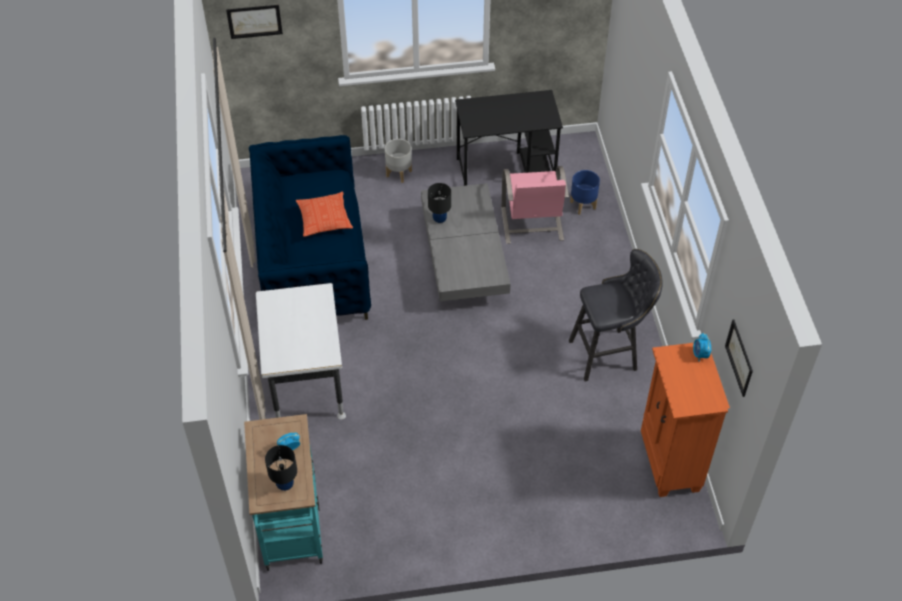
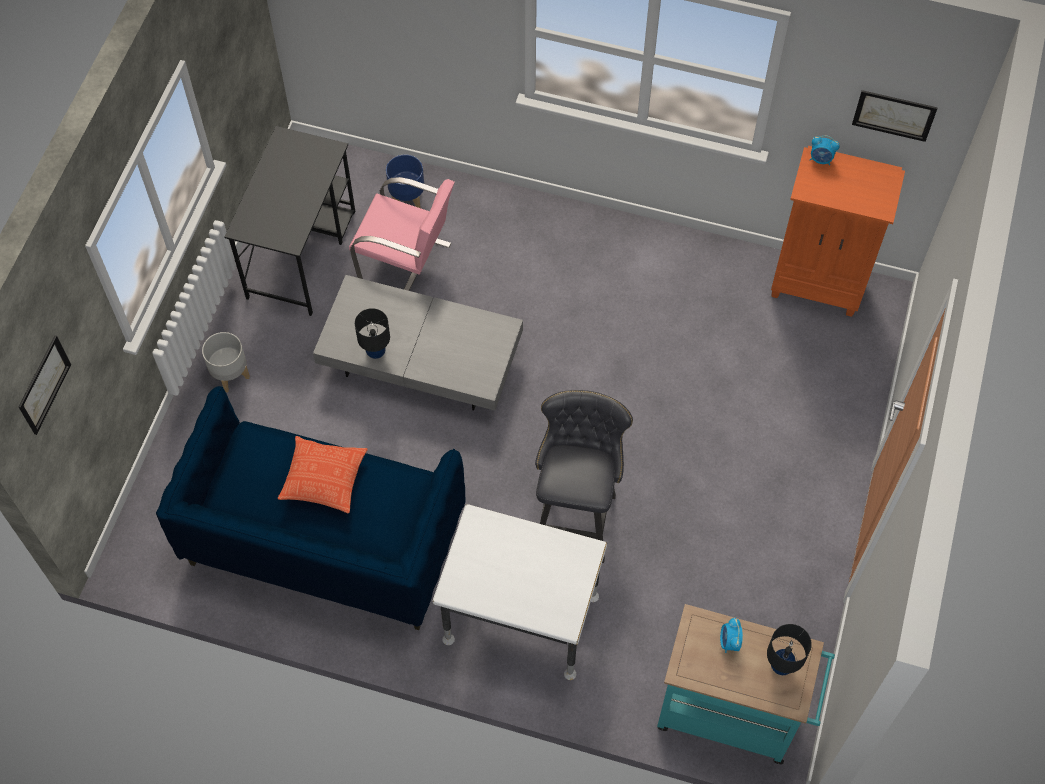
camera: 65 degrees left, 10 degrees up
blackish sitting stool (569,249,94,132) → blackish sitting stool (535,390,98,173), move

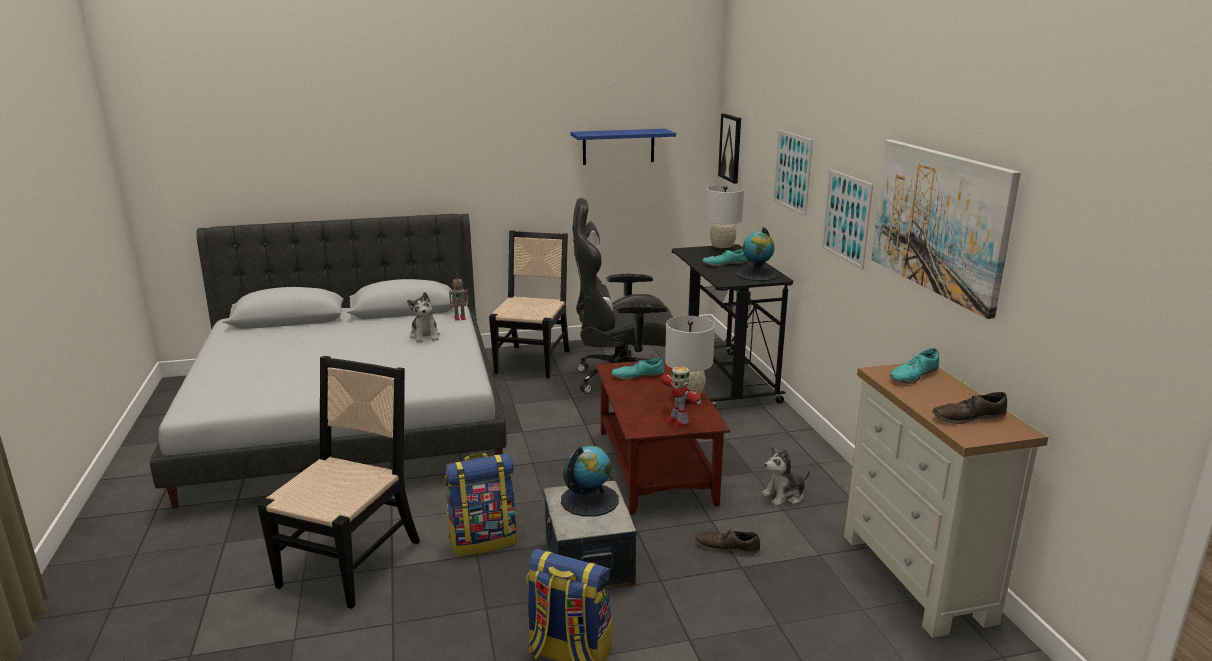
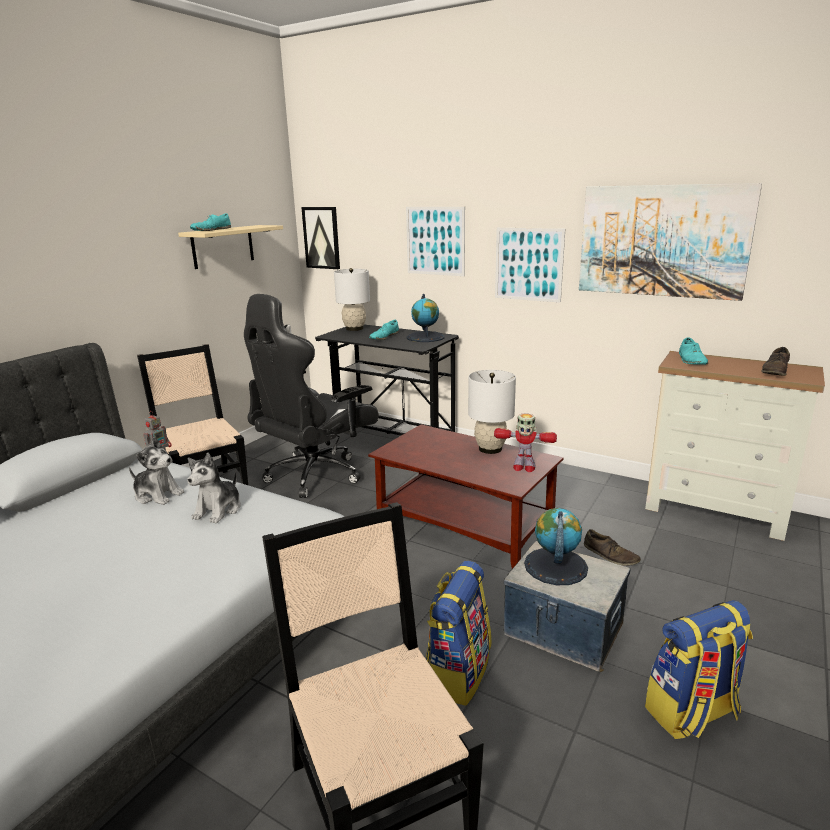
camera: 45 degrees left, 0 degrees up
blue-coloured wall shelf (571,129,105,36) → sand-coloured wall shelf (178,225,105,44)
turquoise low shoe (611,358,53,22) → turquoise low shoe (190,213,41,18), move
plush toy (761,446,49,60) → plush toy (187,453,54,70), move
brown low shoe (695,531,65,23) → brown low shoe (584,529,57,37), 105 degrees counterclockwise

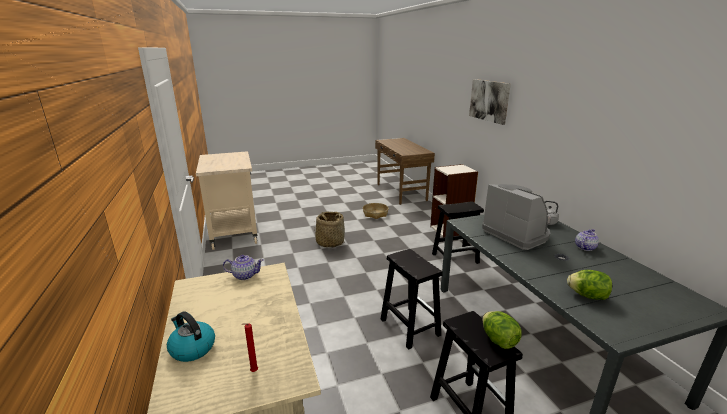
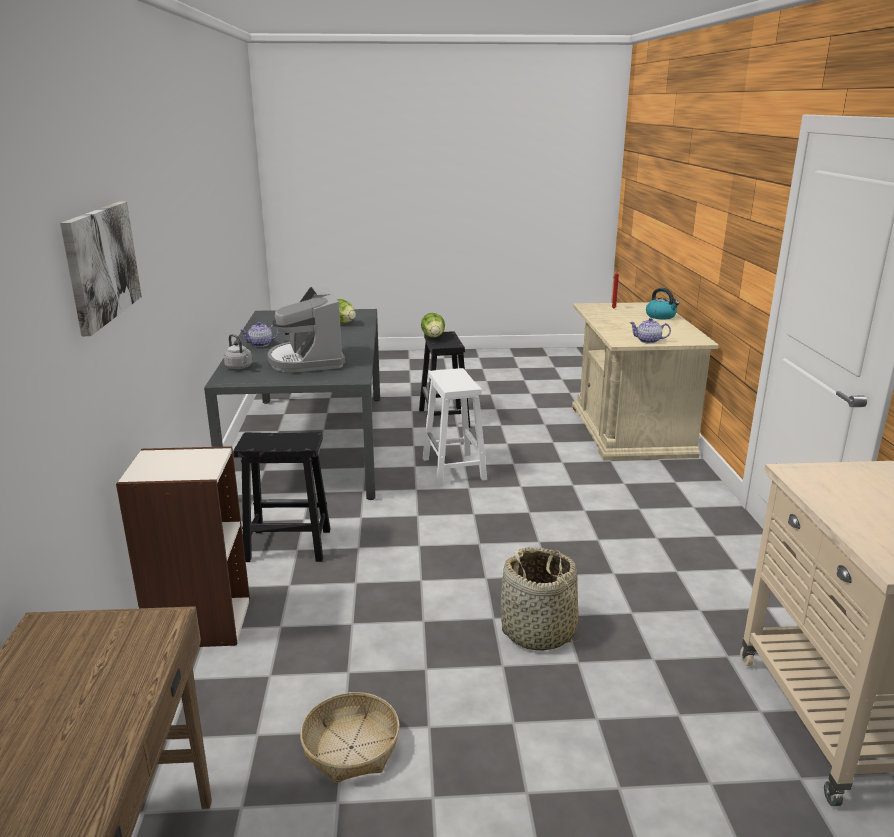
camera: 165 degrees left, 0 degrees up
blackish sitting stool (380,249,63,101) → white sitting stool (423,368,64,118)

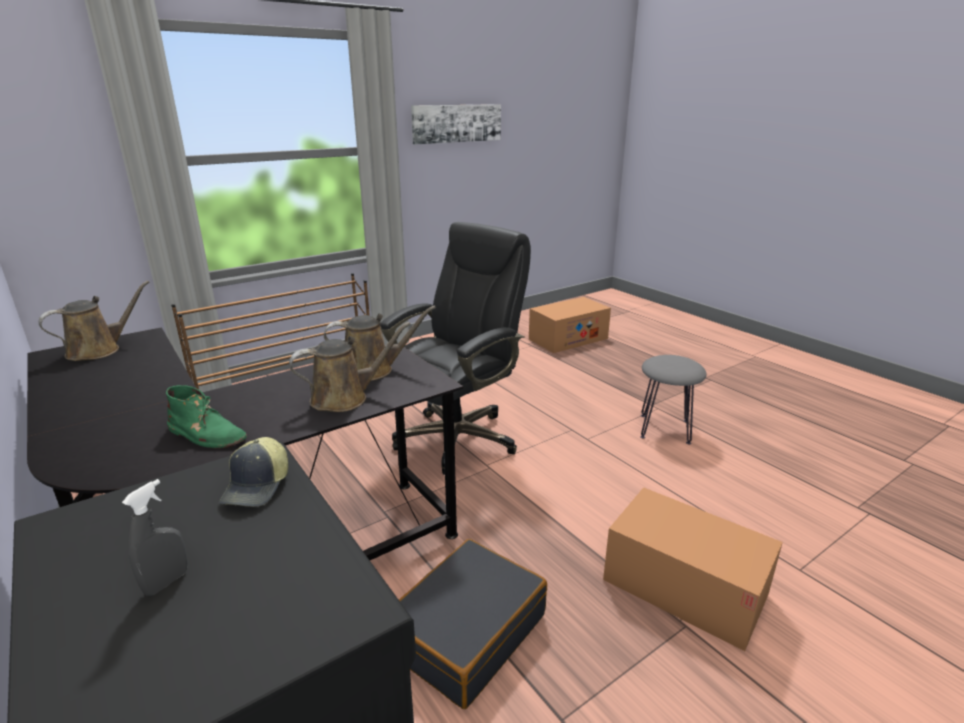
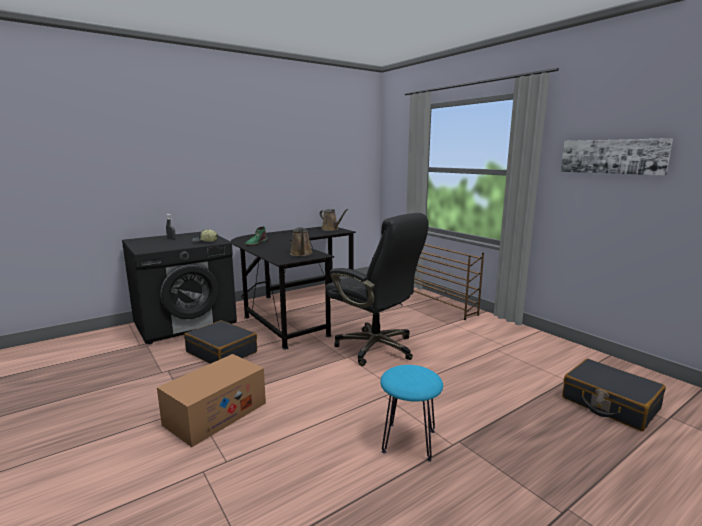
camera: 90 degrees right, 10 degrees down
carton (529,297,82,56) → blackish travel case (562,359,104,72)
brown watering pot (289,322,121,90) → -
greyish sitting stool (640,355,67,89) → turquoise sitting stool (380,365,63,97)

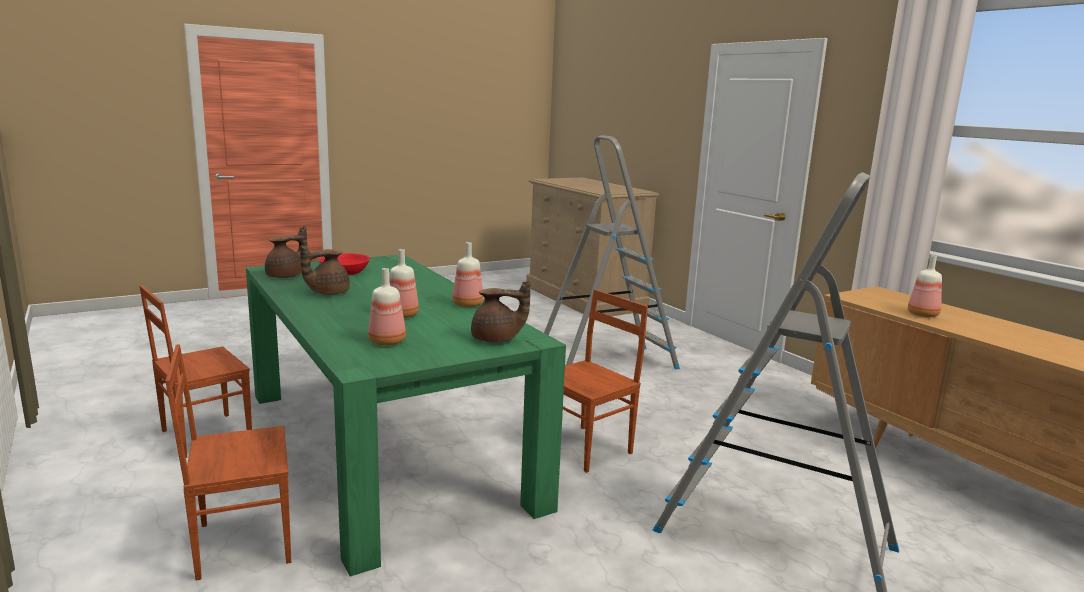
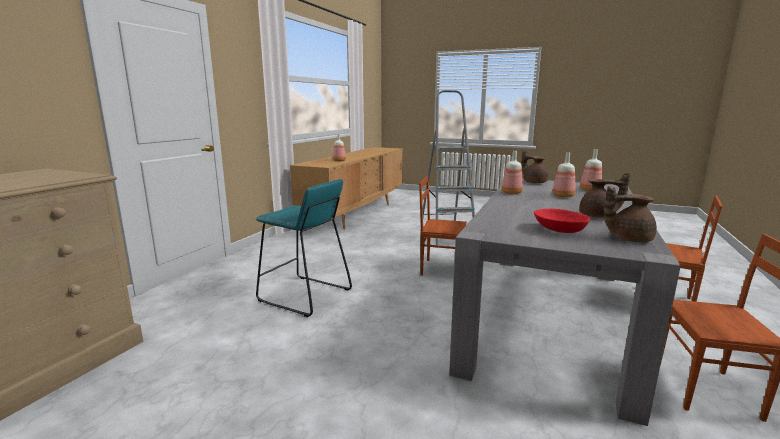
camera: 125 degrees left, 0 degrees up
greyish stepladder (544,135,136,234) → turquoise sitting stool (256,179,96,138)
green dining table (246,255,320,321) → greyish dining table (449,178,232,248)

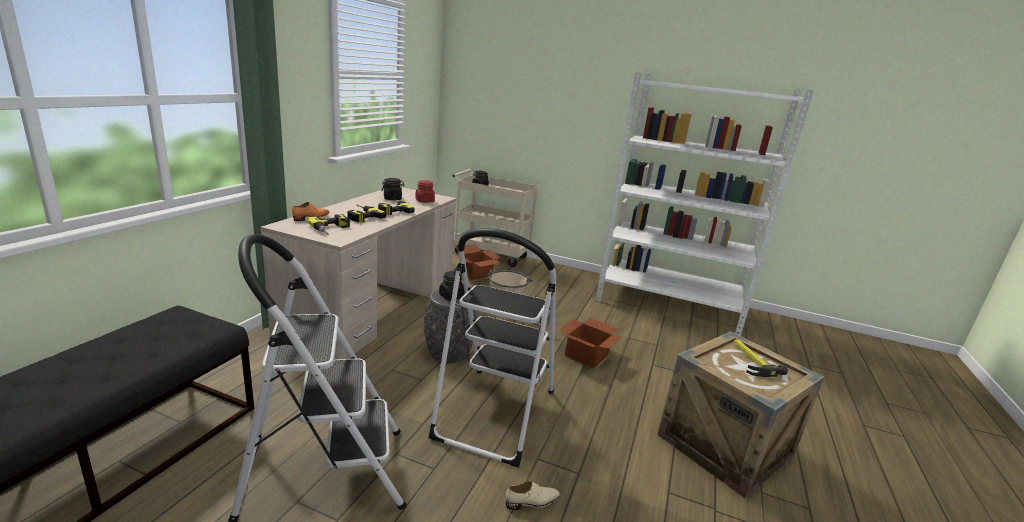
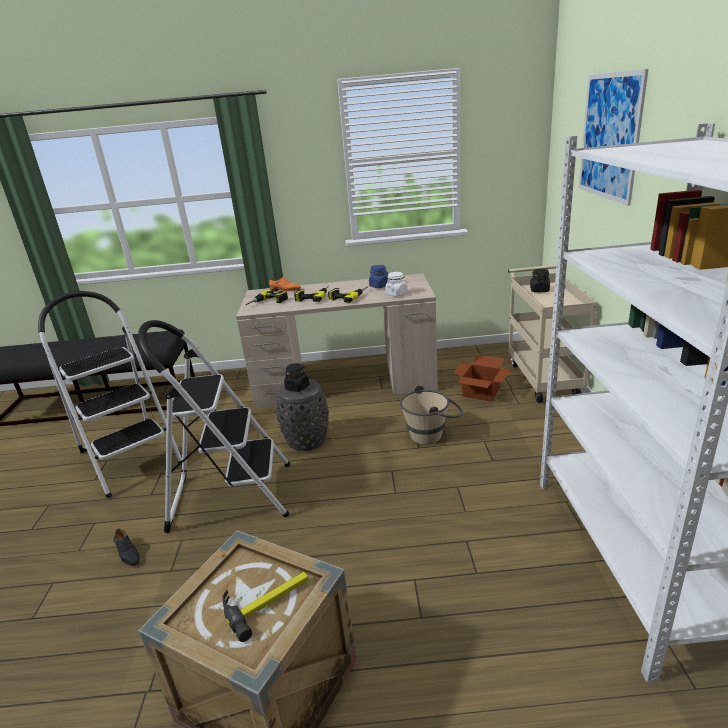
camera: 70 degrees right, 5 degrees up
blackish storage jar (381,178,24,22) → blue-coloured storage jar (369,265,19,23)
reddish storage jar (415,180,20,23) → white storage jar (385,272,23,24)
carton (559,318,63,50) → -
sand-coloured low shoe (506,481,54,29) → blackish low shoe (114,528,25,38)
- → wall picture (579,69,69,137)

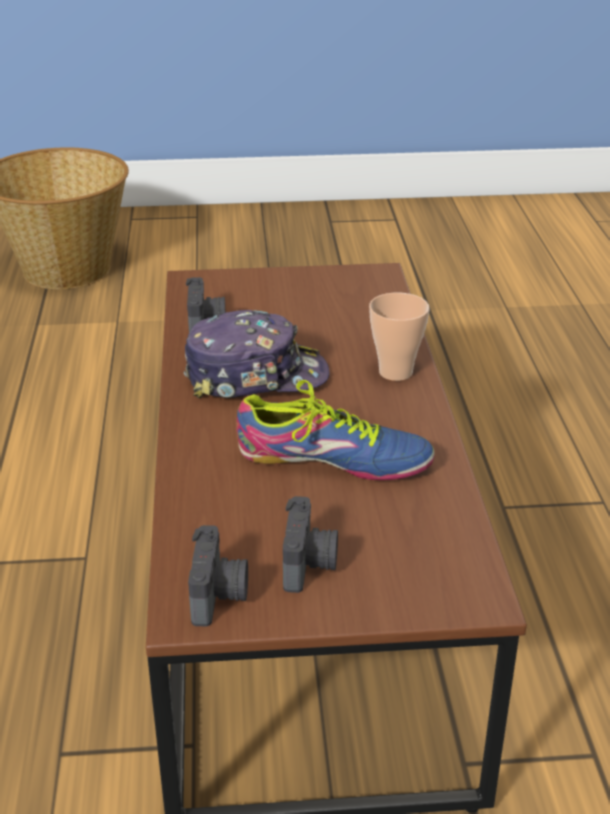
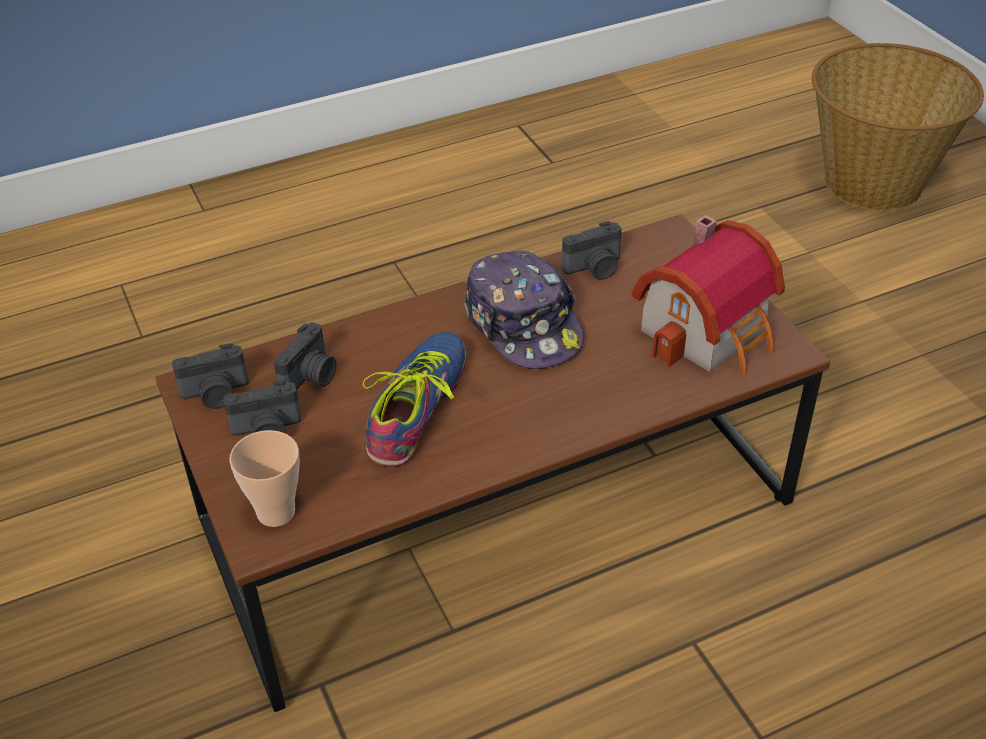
camera: 70 degrees right, 10 degrees up
small cup (369,293,61,88) → small cup (229,430,71,97), move
low shoe (236,380,199,100) → low shoe (363,332,103,135), 150 degrees counterclockwise
- → miniature house (632,215,153,161)
- → still camera (274,322,62,68)

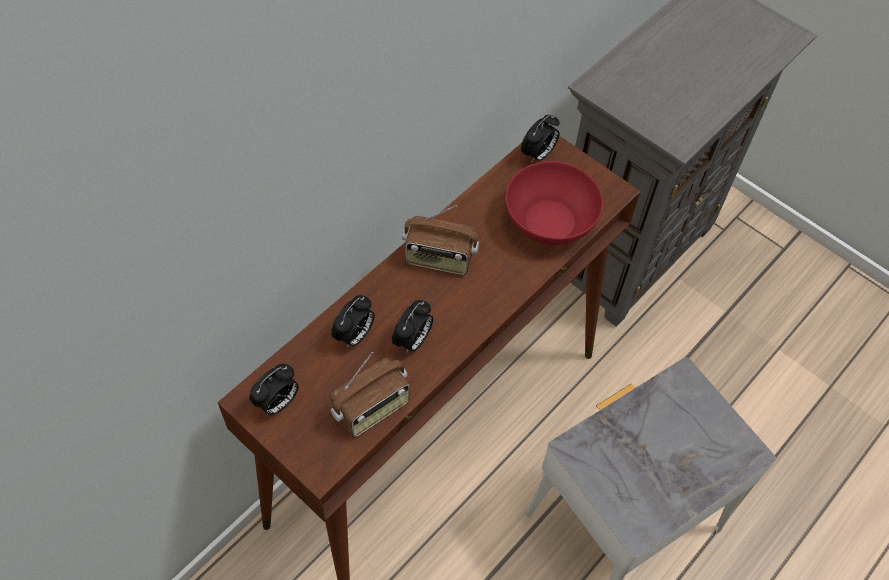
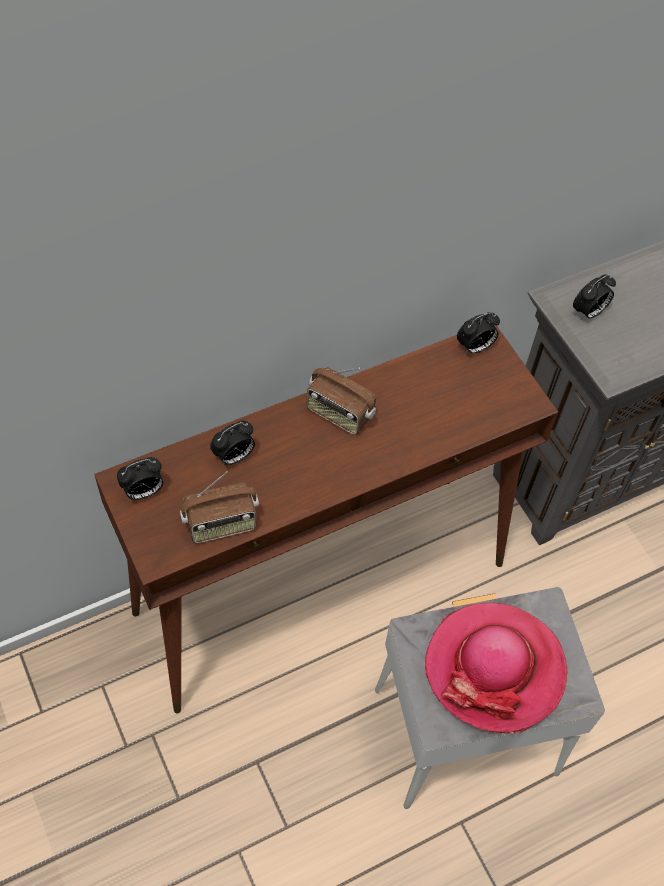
camera: 20 degrees right, 0 degrees up
reddish serving bowl (505,161,98,84) → -
bedside clock (392,300,41,54) → bedside clock (573,274,43,46), move
- → wearable hat (425,603,142,131)

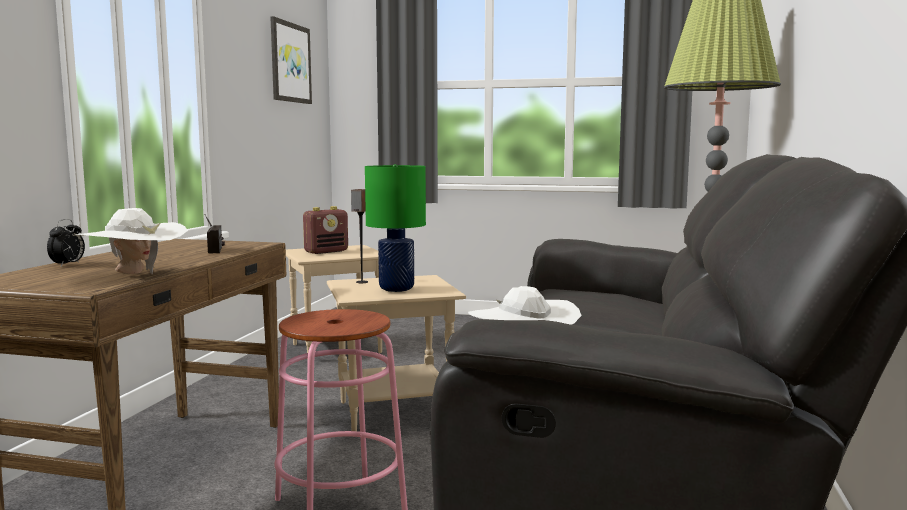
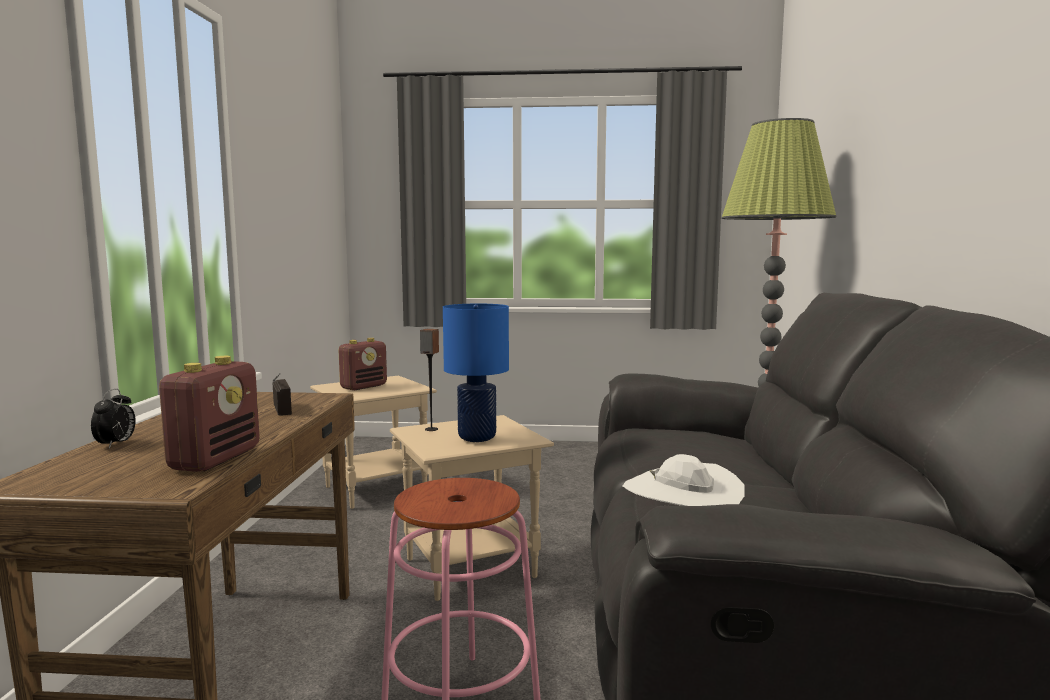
camera: 10 degrees left, 0 degrees up
wall picture (270,16,42,88) → -
green table lamp (365,164,61,128) → blue-coloured table lamp (443,304,66,138)
white wearable hat (73,208,115,67) → radio (159,356,101,116)

